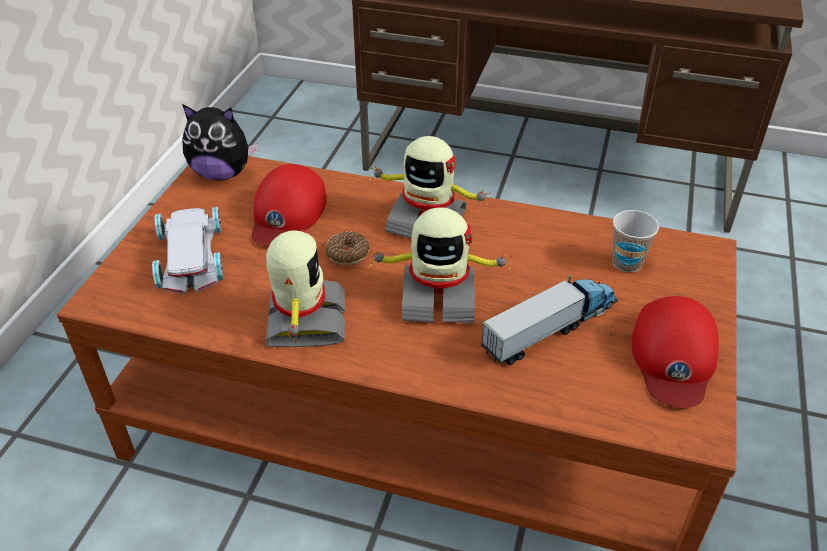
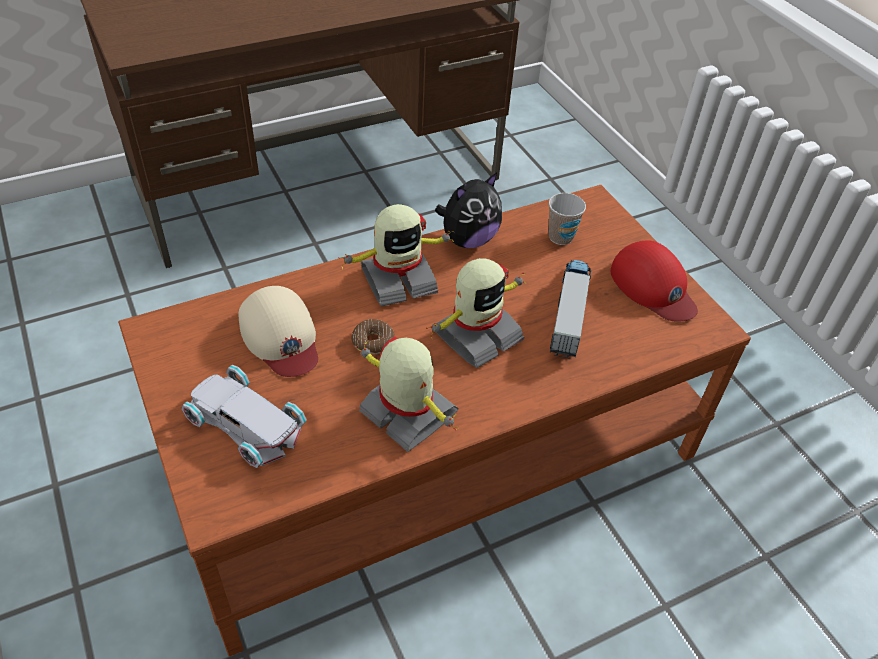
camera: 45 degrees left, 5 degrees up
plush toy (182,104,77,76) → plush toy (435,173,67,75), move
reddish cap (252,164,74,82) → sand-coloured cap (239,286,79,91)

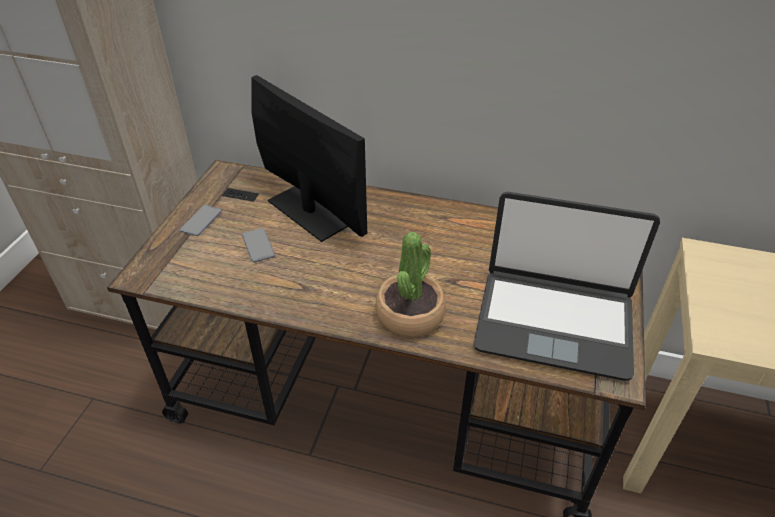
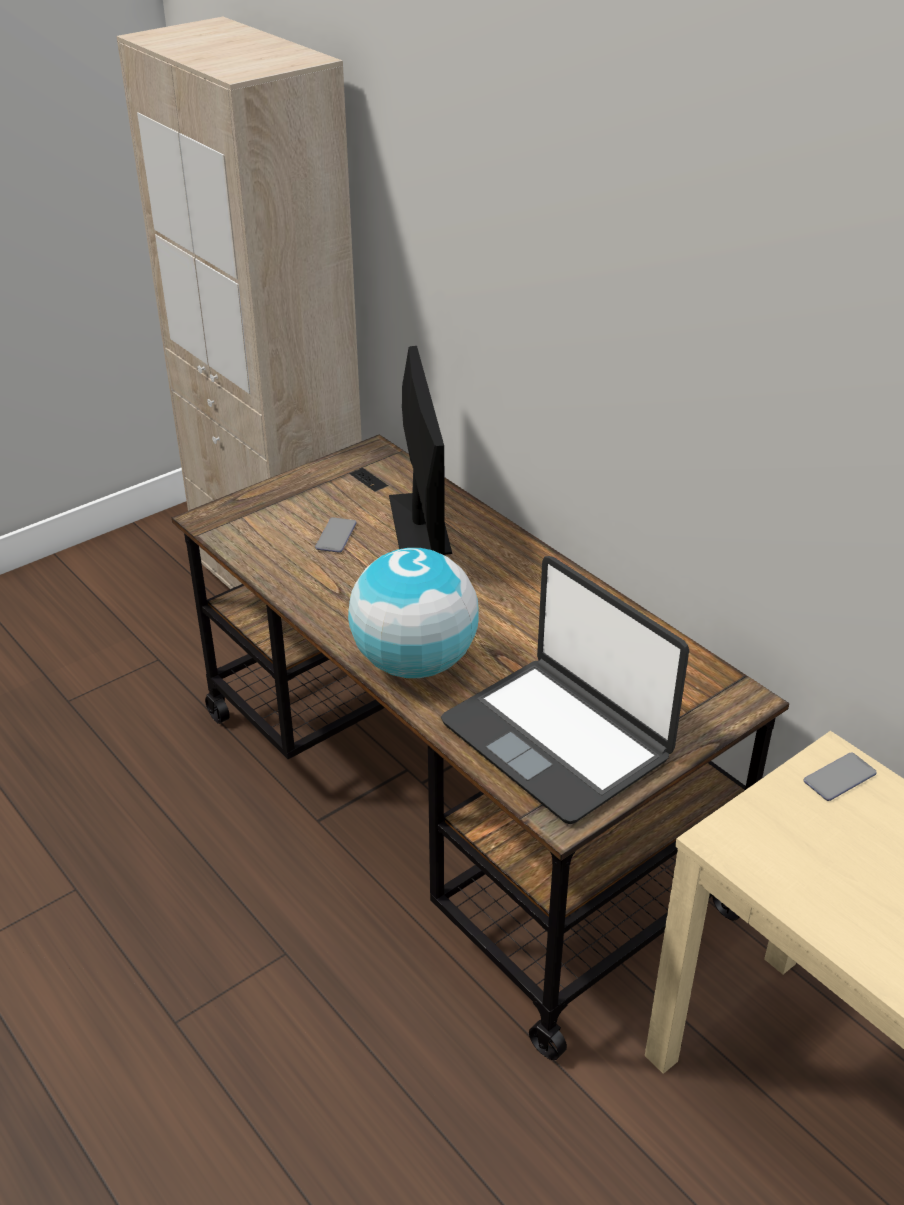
camera: 35 degrees right, 5 degrees down
phone (180,205,42,31) → phone (804,752,73,49), move
houseplant (375,232,71,106) → desk globe (348,548,131,130)

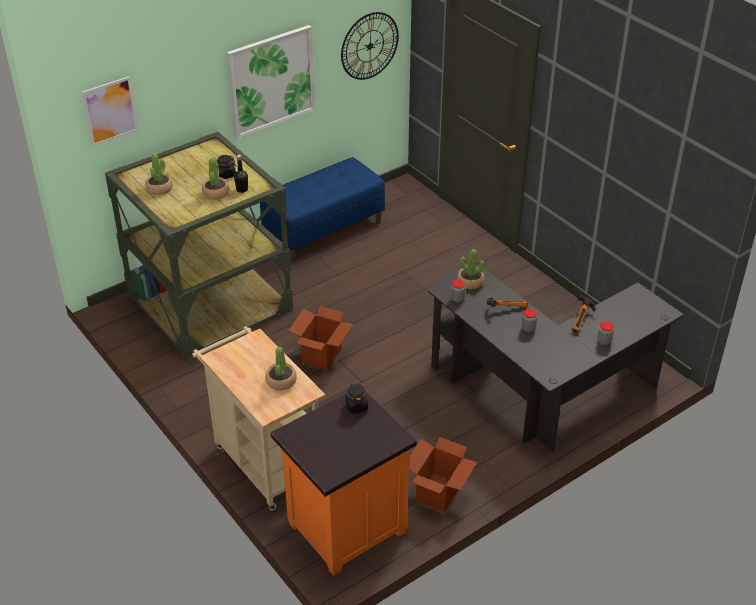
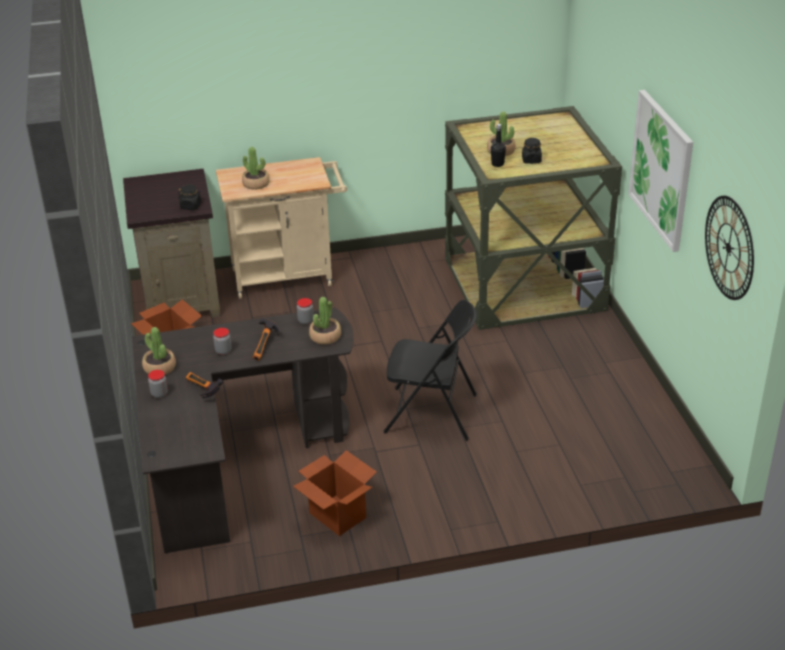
camera: 115 degrees right, 5 degrees down
wall picture (82,76,57,71) → -
houseplant (145,154,28,41) → houseplant (142,327,34,48), move
blue-coloured indoor bench (260,157,125,105) → -
carton (289,306,64,65) → carton (293,450,84,86), move
orange cupboard (270,392,147,184) → sand-coloured cupboard (123,169,97,148)
- → blackish upright chair (384,300,93,141)

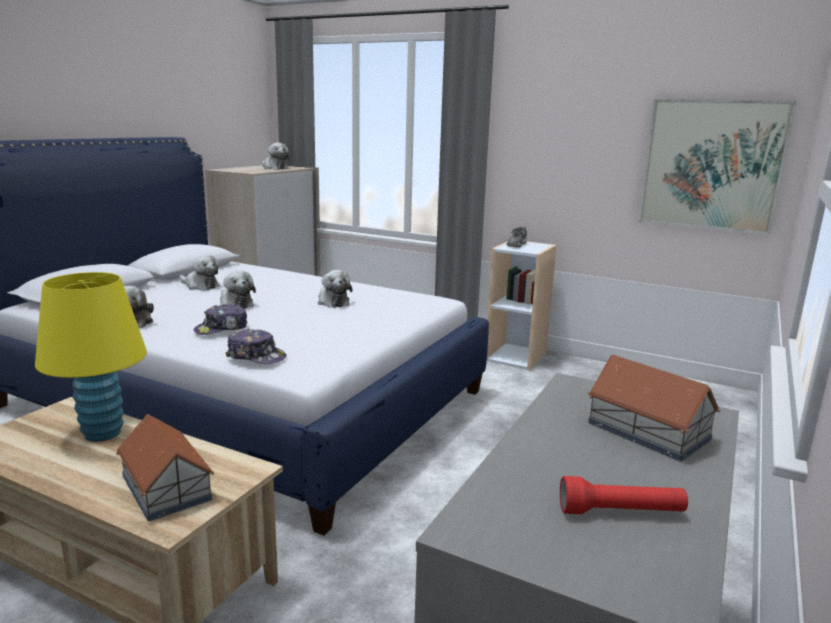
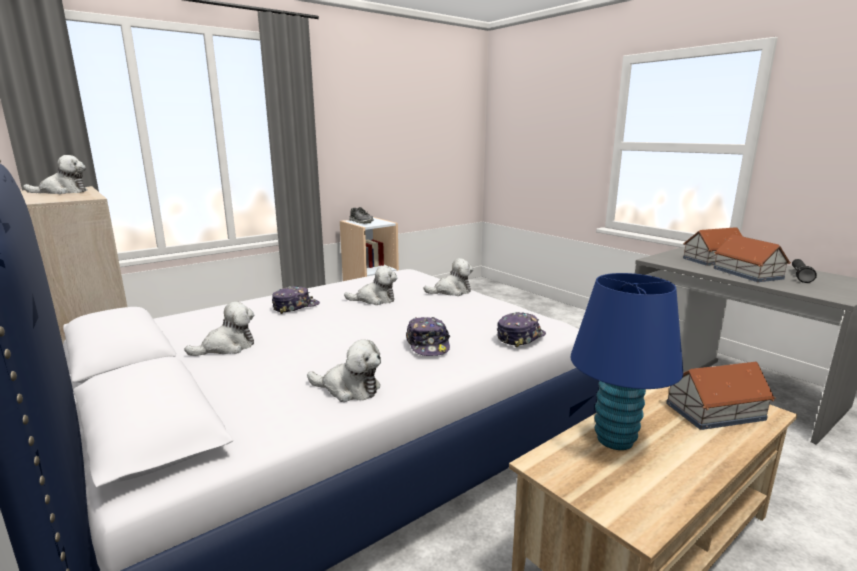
camera: 65 degrees left, 0 degrees up
wall picture (638,99,158,136) → -
plush toy (220,271,36,38) → plush toy (424,258,49,38), move
yellow table lamp (35,272,112,170) → blue-coloured table lamp (571,273,112,177)
reddish hand torch (560,476,128,38) → blackish hand torch (792,259,25,24)
- → miniature house (713,234,78,48)
- → cap (272,286,48,28)

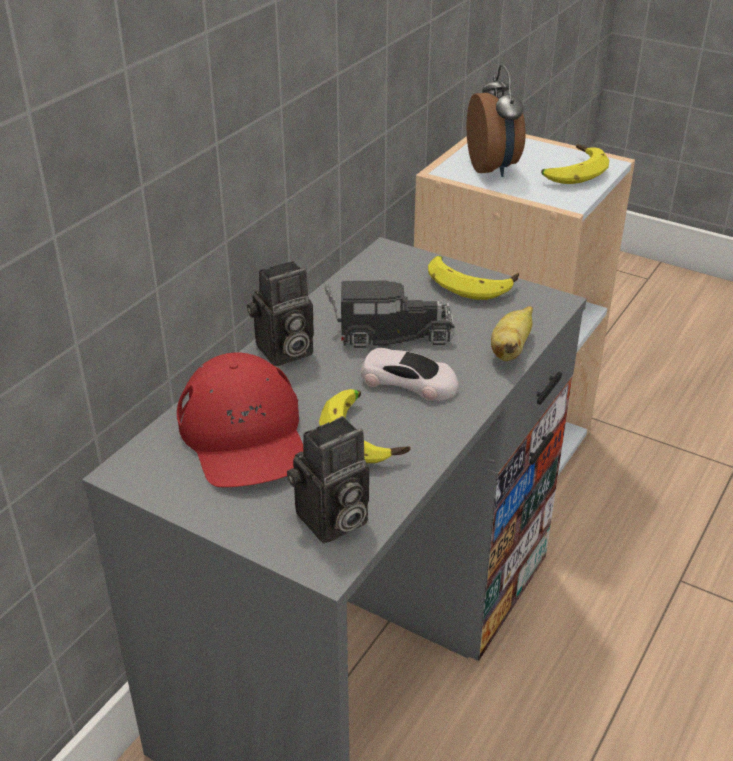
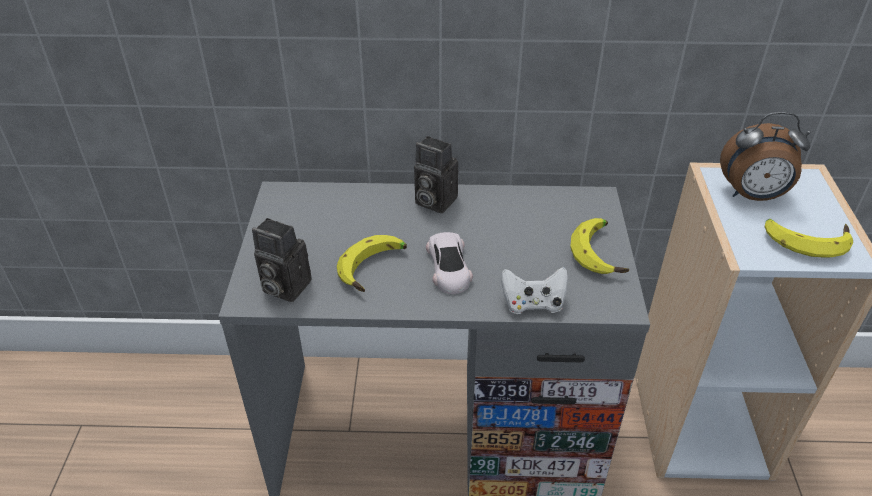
camera: 60 degrees right, 5 degrees up
bedside clock (466,64,60,113) → bedside clock (720,112,90,89), 45 degrees clockwise
toy truck (325,281,130,67) → -
banana fruit (491,306,42,55) → white gamepad (501,267,67,47)
reddish cap (177,353,126,134) → -

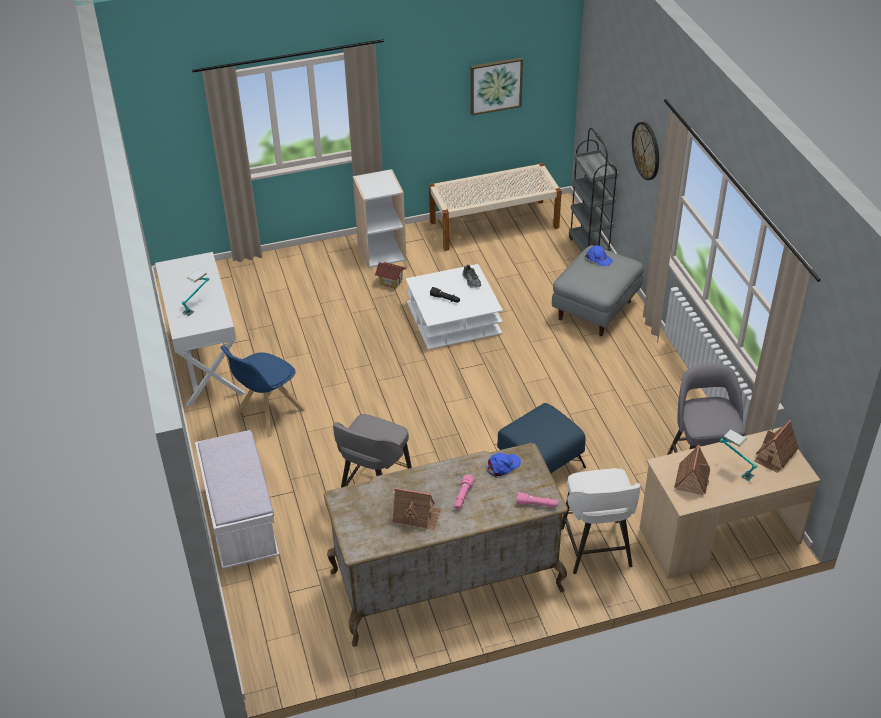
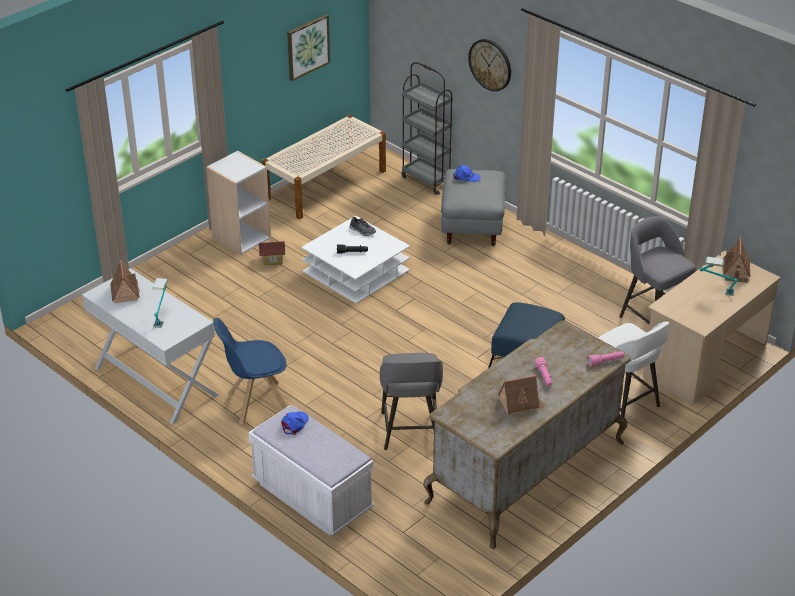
camera: 30 degrees left, 5 degrees down
blue-coloured upright chair (220,345,85,92) → blue-coloured upright chair (213,318,75,107), 60 degrees clockwise
miniature house (674,445,36,50) → miniature house (110,260,30,43), move
blue-coloured cap (488,453,33,25) → blue-coloured cap (281,411,28,24), move

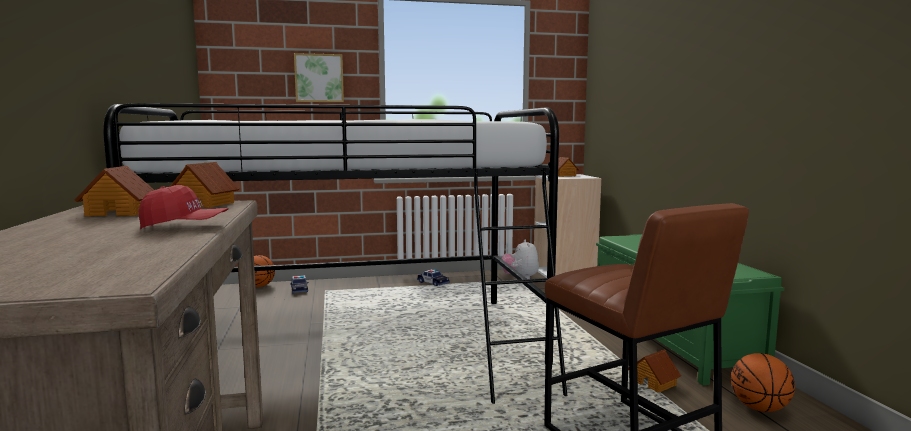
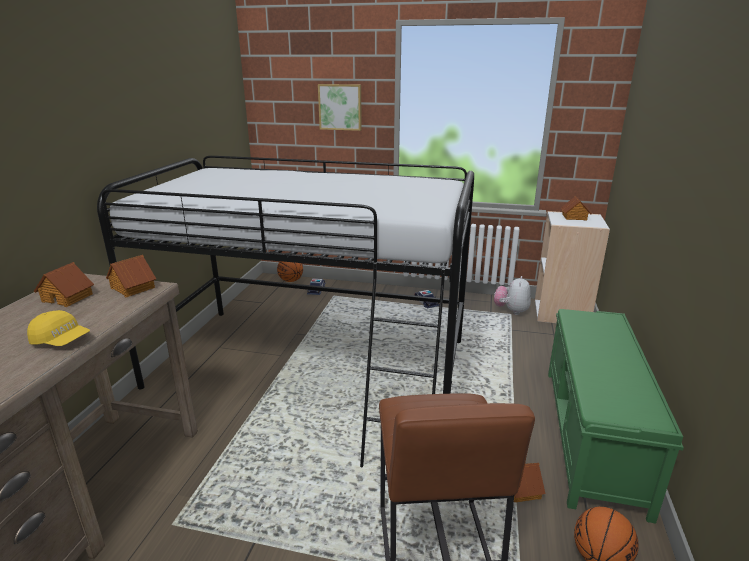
camera: 25 degrees right, 15 degrees up
reddish cap (139,185,90,44) → yellow cap (27,310,63,36)

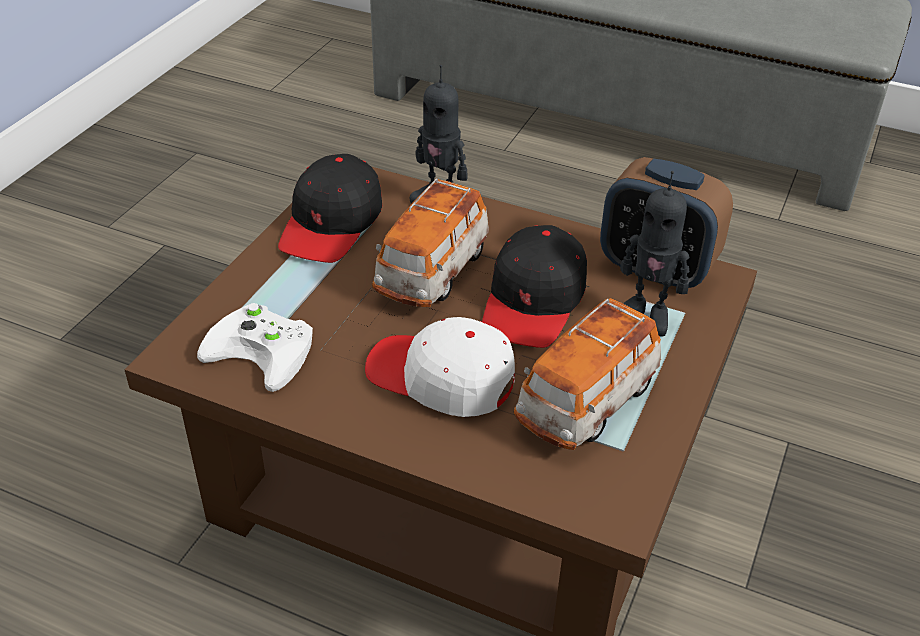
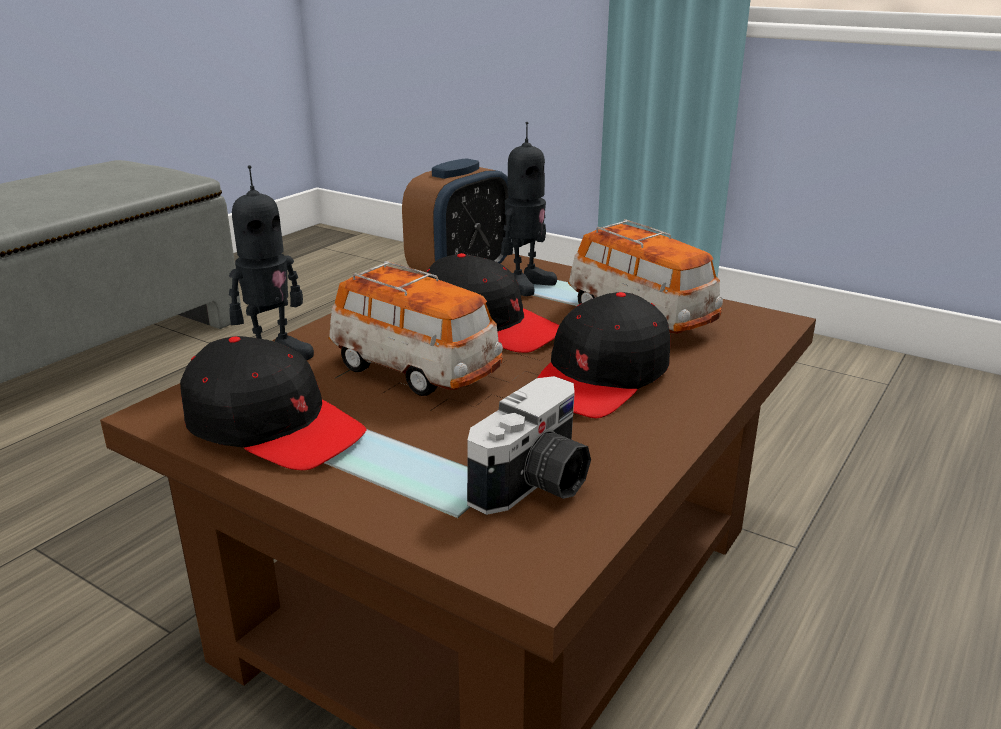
camera: 80 degrees left, 15 degrees down
white gamepad (197,303,116,89) → still camera (467,376,124,139)
white cap (365,317,150,100) → blackish cap (537,292,133,126)

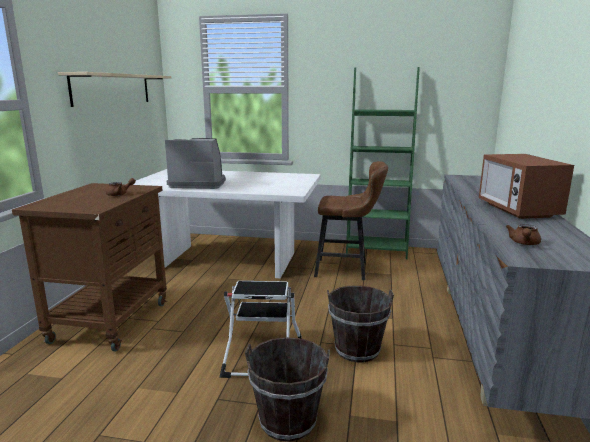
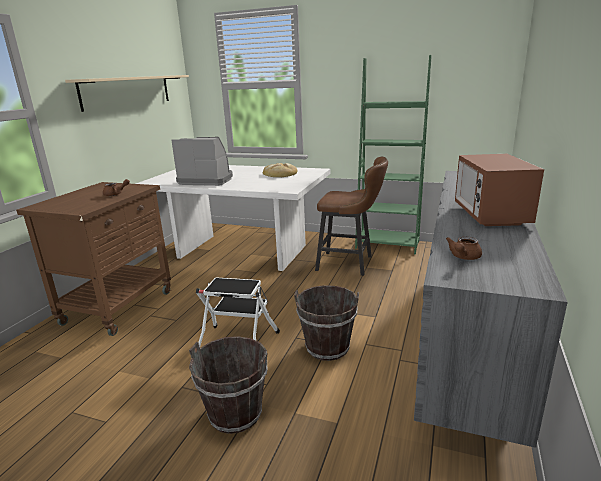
camera: 10 degrees right, 5 degrees up
- → baked bread (263,163,34,14)

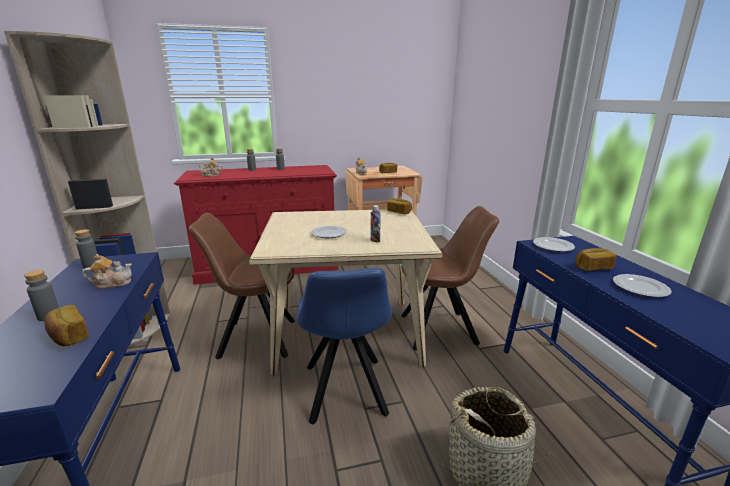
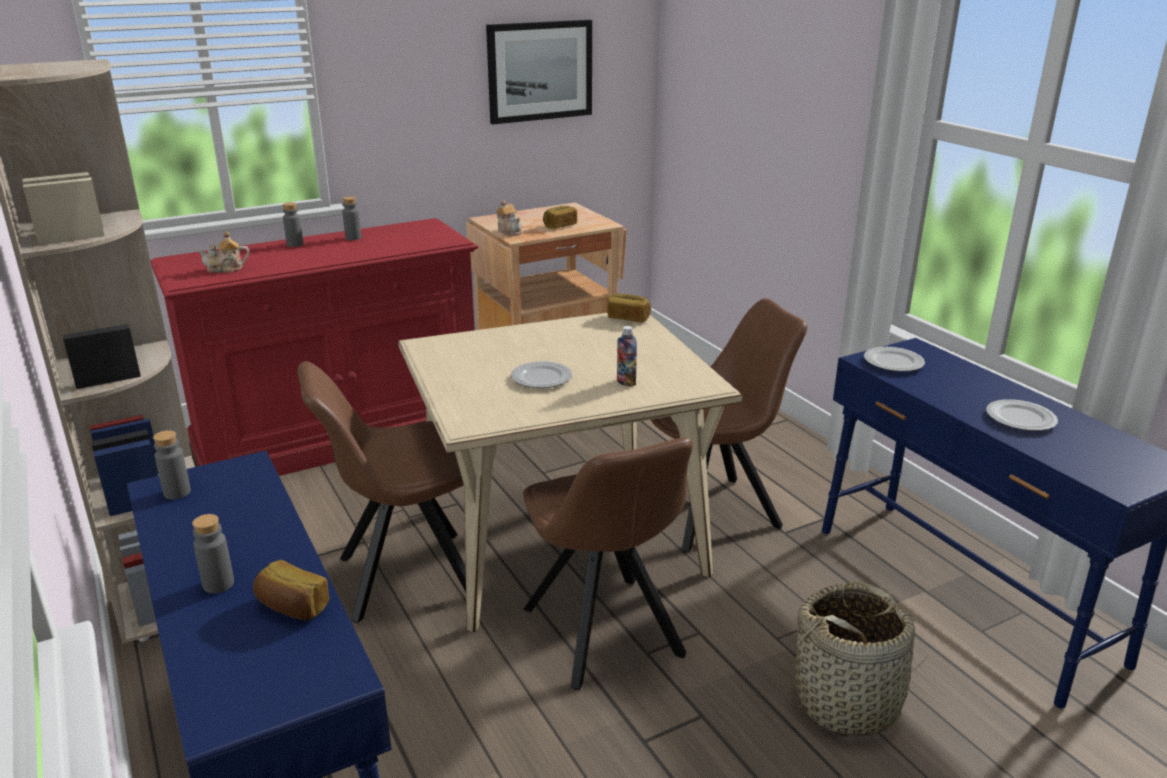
camera: 15 degrees left, 5 degrees up
baked bread (575,248,42,23) → -
tea pot (82,254,50,35) → -
blue-coloured upright chair (297,268,95,157) → brown upright chair (523,437,170,253)
- → wall picture (486,20,106,104)

